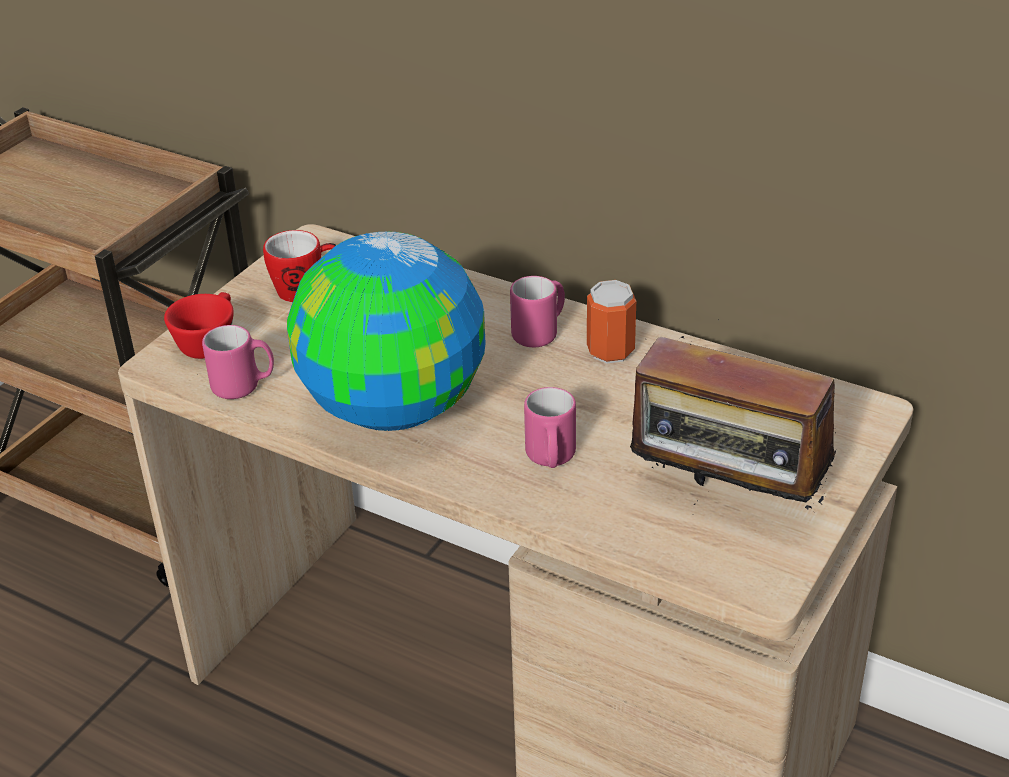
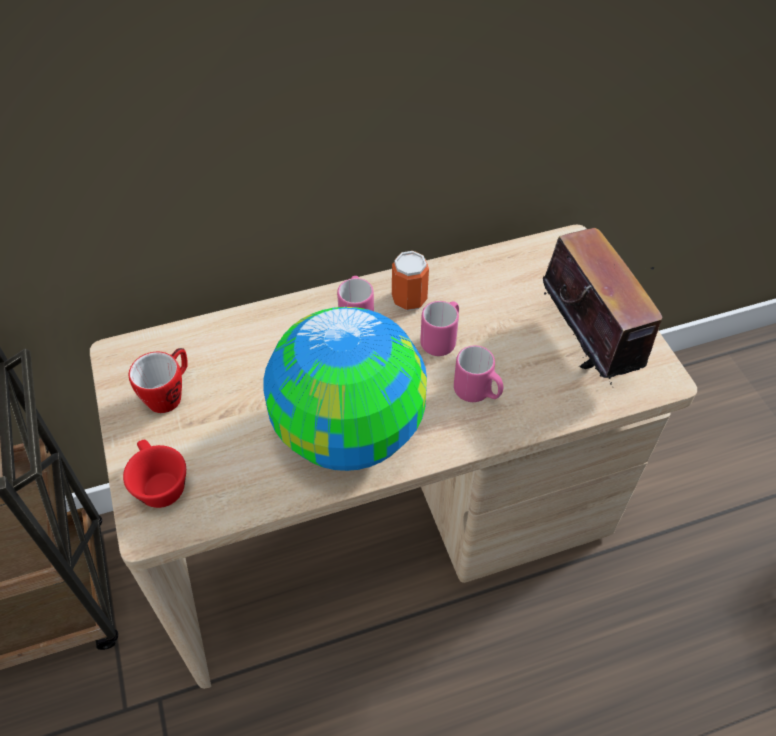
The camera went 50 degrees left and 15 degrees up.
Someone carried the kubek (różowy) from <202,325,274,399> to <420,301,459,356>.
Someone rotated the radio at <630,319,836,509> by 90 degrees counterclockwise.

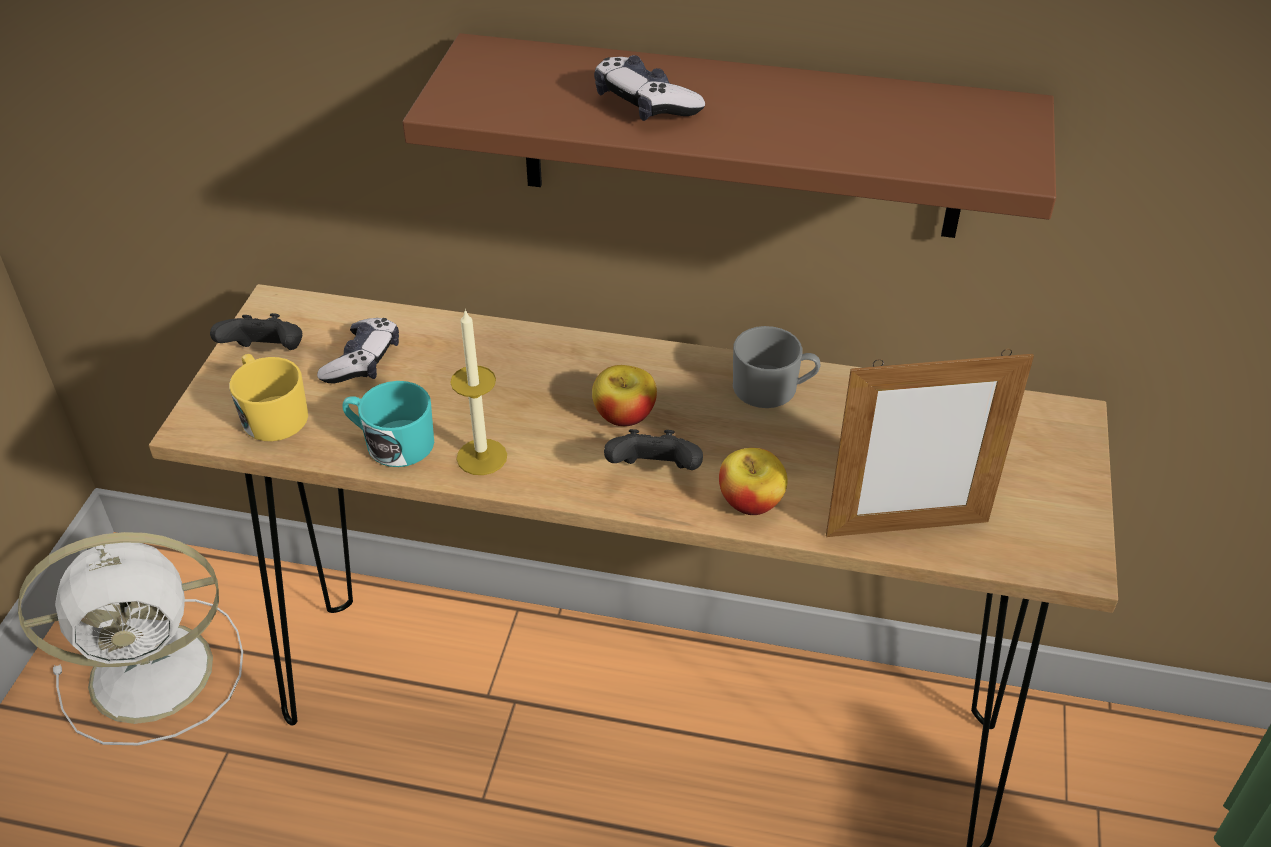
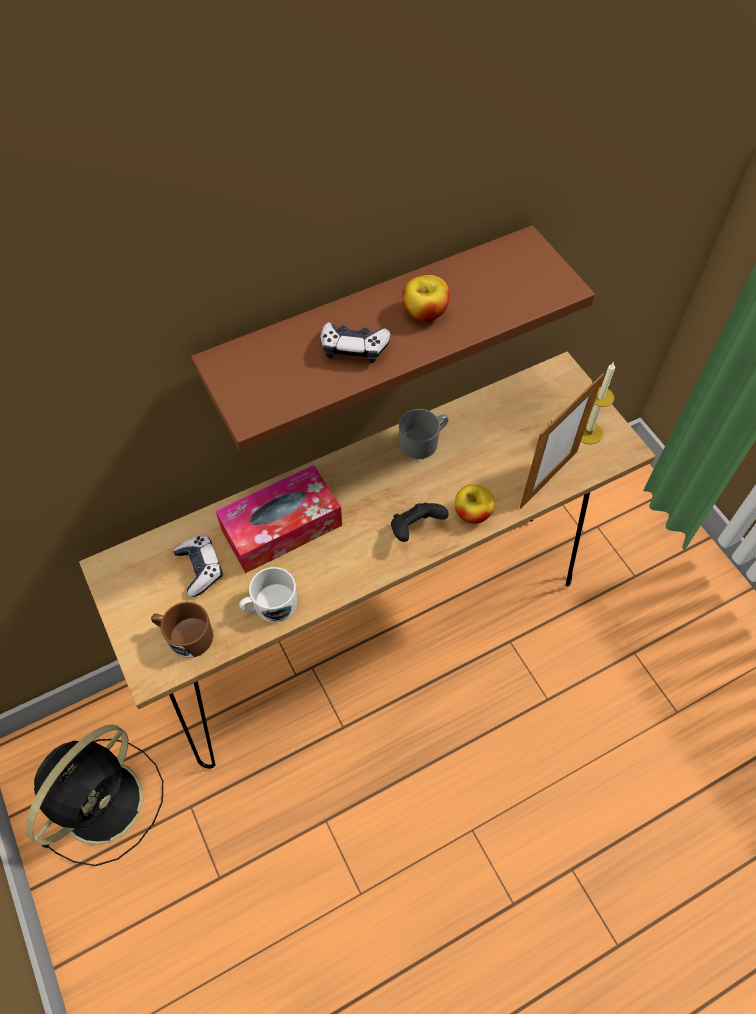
The camera went 40 degrees left and 15 degrees up.
Someone took away the pad do gier (czarny) at <210,313,302,350>.
Someone put down the pudełko chusteczek at <216,465,342,573>.
Someone carried the świeca from <450,309,507,475> to <581,362,615,445>.
Someone carried the jabłko from <592,365,657,426> to <402,275,449,322>.
Someone repainted the wentylator (biały) at <18,532,243,745>, which became the wentylator (czarny) at <26,725,163,866>.
Someone repainted the kubek (żółty) at <229,354,308,441>, which became the kubek (brązowy) at <151,602,213,658>.
Someone repainted the kubek (turkusowy) at <342,381,434,467>, which became the kubek (biały) at <239,567,297,622>.

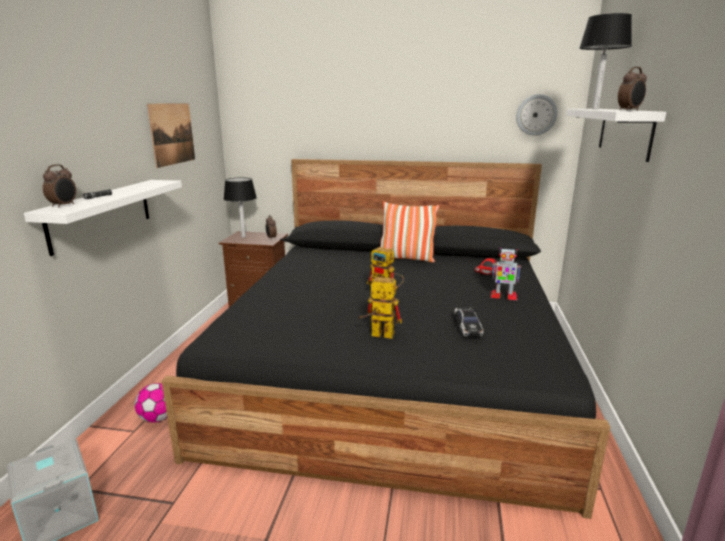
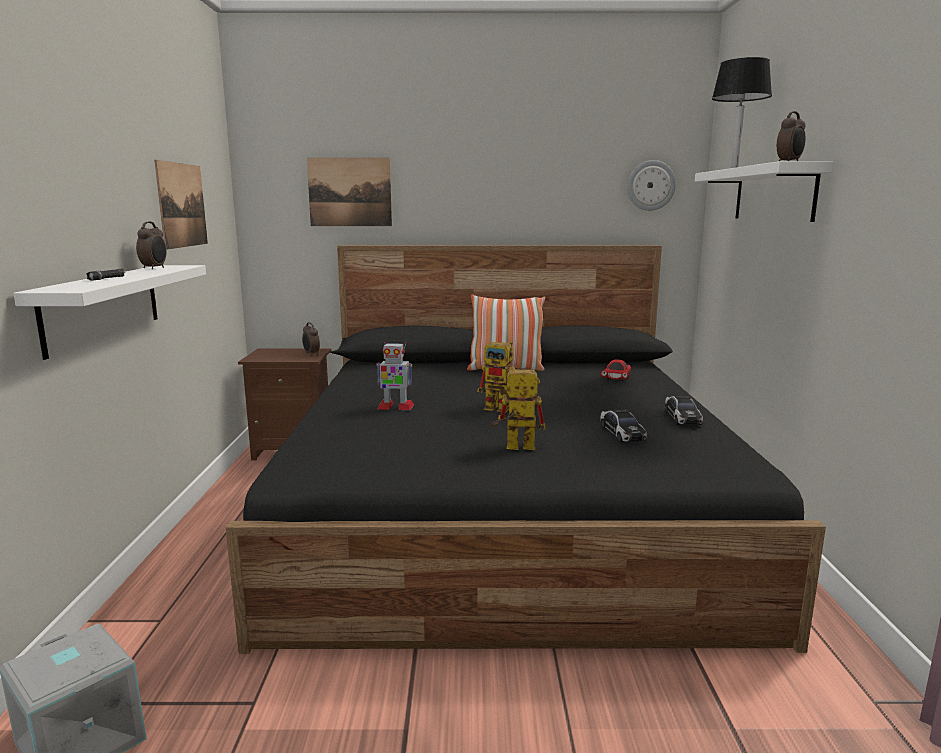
The camera went 10 degrees left and 5 degrees down.
Someone took away the piłka futbolowa at <135,383,167,422>.
Someone took away the lampa stołowa (czarny) at <224,178,257,238>.
Someone put up the obraz at <307,158,392,226>.
Someone put down the samochodzik at <665,396,703,425>.
Someone carried the budzik from <43,164,76,208> to <136,222,166,269>.
Someone carried the robot zabawkowy from <491,248,521,300> to <376,342,414,410>.

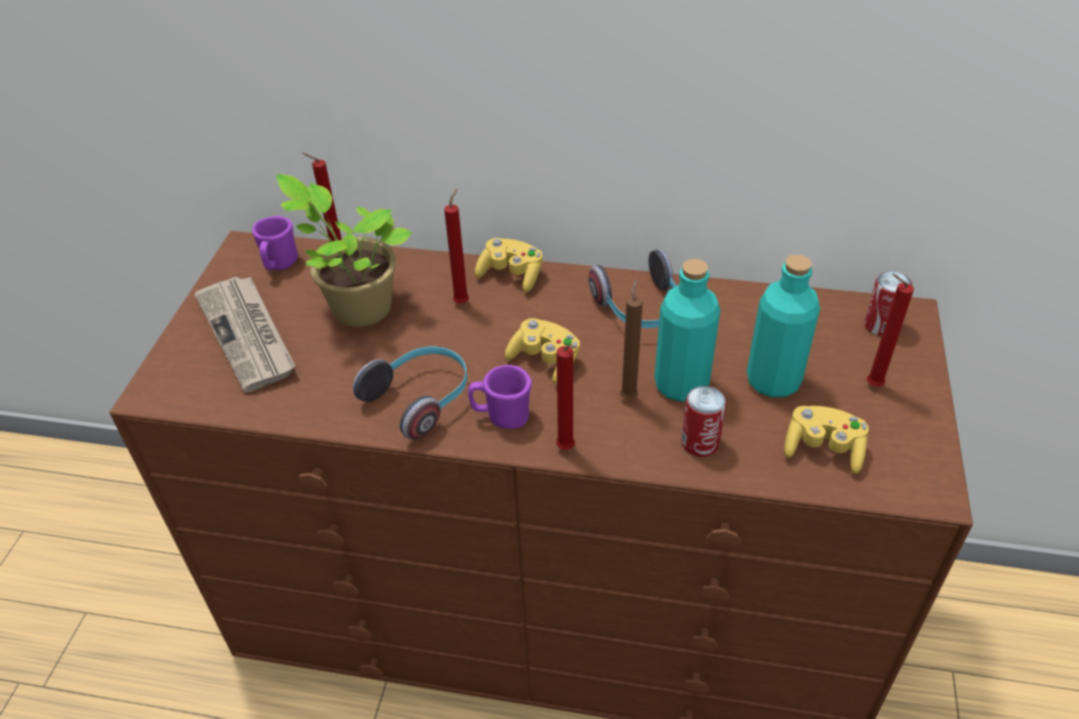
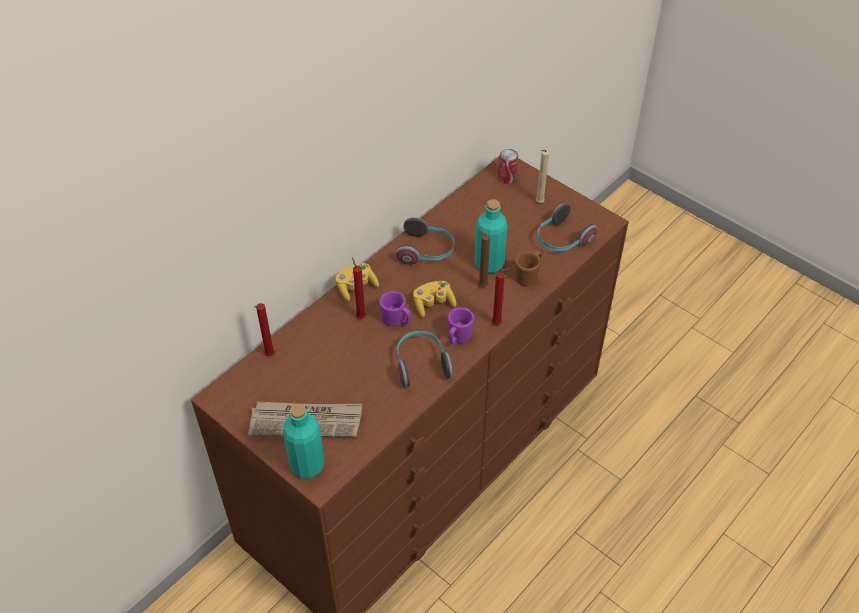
The camera went 60 degrees left and 5 degrees up.
Someone took away the roślina doniczkowa at <276,174,412,327>.
Someone carried the kubek (fioletowy) from <252,216,298,270> to <379,291,411,327>.
Someone carried the butelka (turkusowy) from <747,255,820,397> to <283,404,325,479>.
Someone swapped the puszka at <681,386,726,457> for the kubek (brązowy) at <515,251,542,287>.
Someone swapped the pad do gier (żółty) at <784,406,869,474> for the słuchawki at <537,203,598,251>.
Someone repainted the świeca (czerwony) at <867,274,914,386>, which became the świeca (beżowy) at <536,150,549,203>.

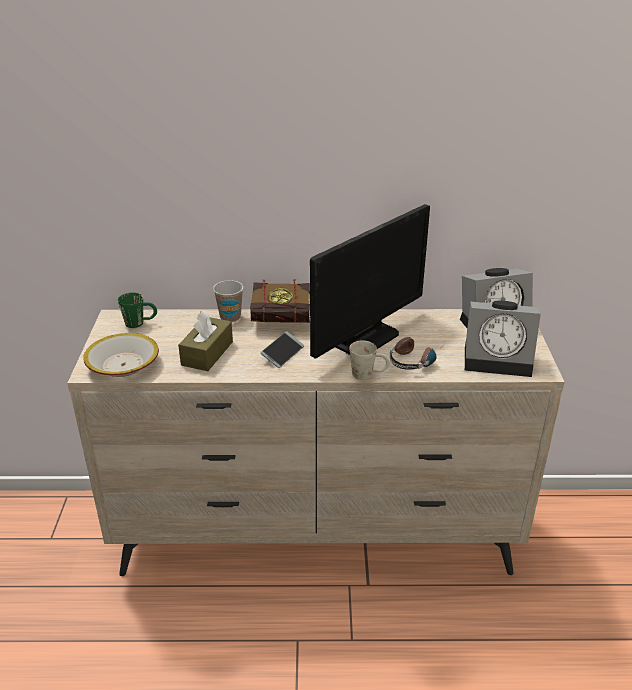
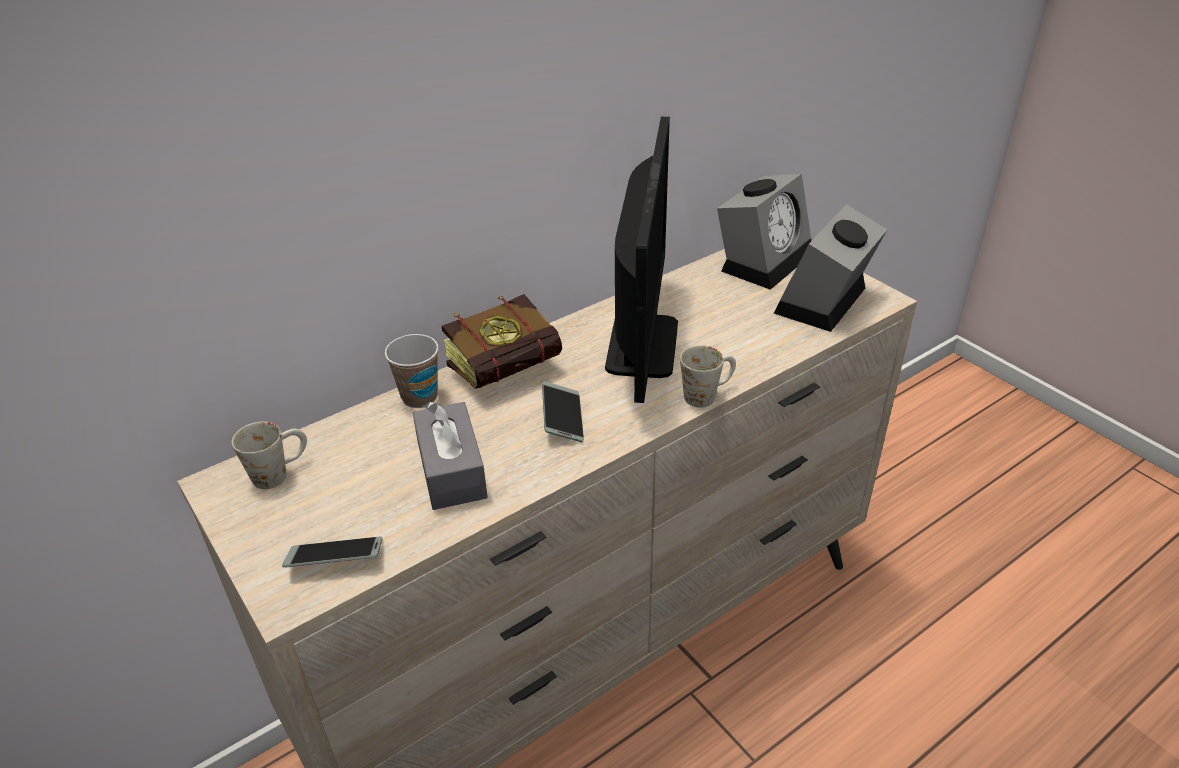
The camera went 35 degrees left and 5 degrees up.
Someone took away the słuchawki at <389,337,443,370>.
Someone swapped the miska at <83,333,159,377> for the telefon at <282,537,382,568>.
Someone repainted the kubek (zielony) at <118,292,157,328>, which became the kubek (biały) at <232,422,307,489>.
Someone repainted the pudełko chusteczek (brązowy) at <178,311,233,371>, which became the pudełko chusteczek (szary) at <413,402,488,510>.
Someone rotated the budzik at <465,301,541,377> by 150 degrees clockwise.

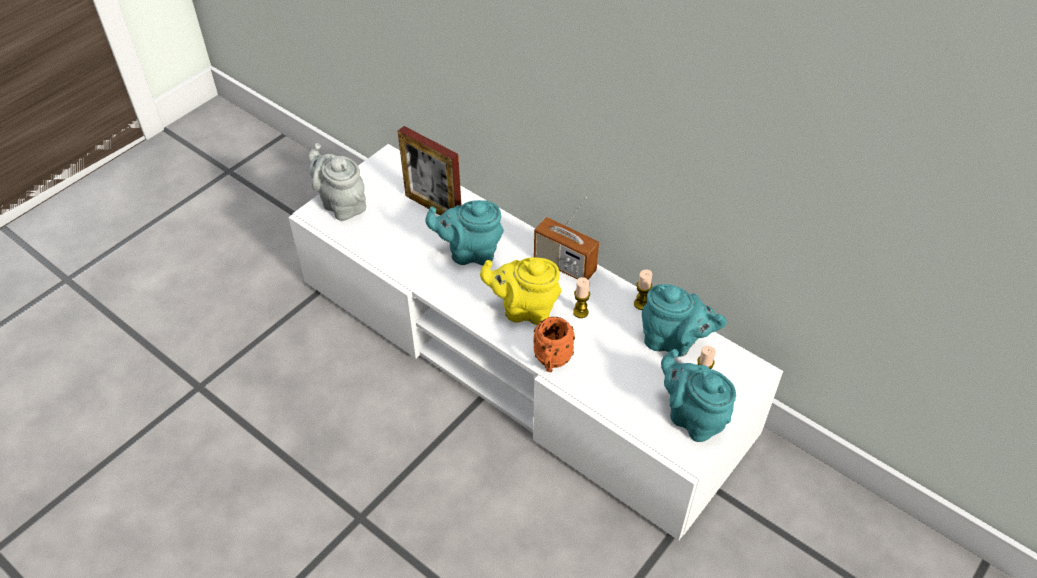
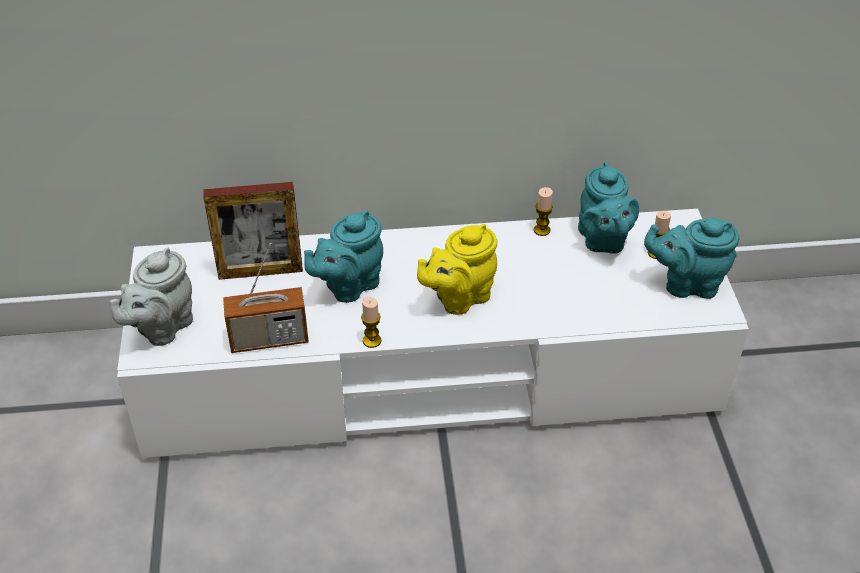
The camera went 45 degrees left and 5 degrees down.
Someone took away the kubek (pomarańczowy) at <533,317,575,372>.
Someone carried the radio from <534,197,599,280> to <223,243,309,353>.
Someone carried the świeca from <573,277,590,318> to <361,297,381,348>.
Someone rotated the imbryk (szary) at <309,143,366,221> by 60 degrees counterclockwise.
Someone rotated the imbryk (turkusowy) at <642,284,727,357> by 105 degrees clockwise.

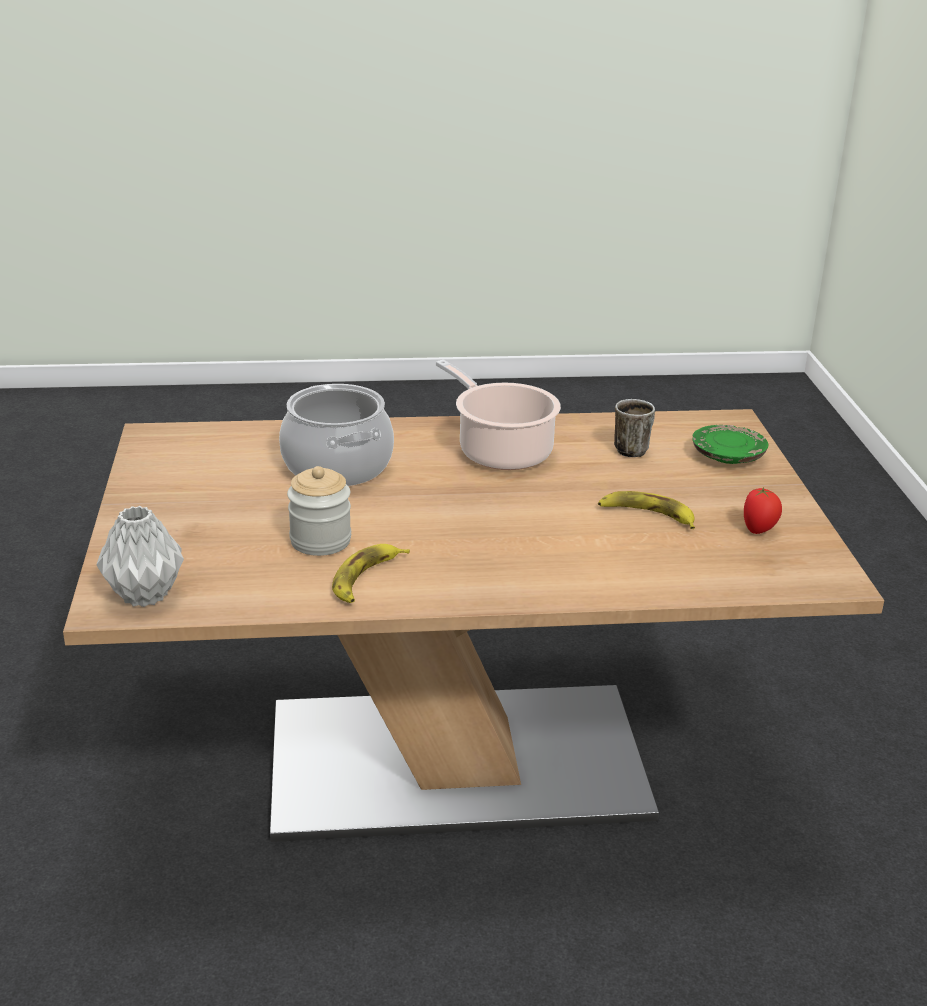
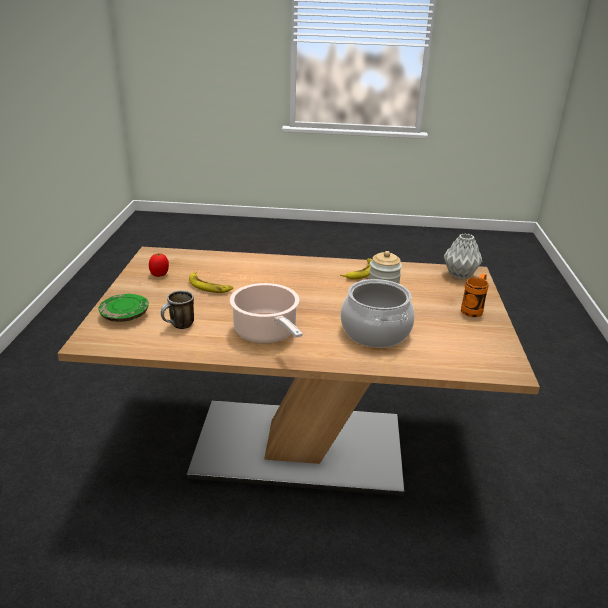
The camera went 170 degrees left and 0 degrees up.
Someone put down the kubek (pomarańczowy) at <461,273,489,317>.

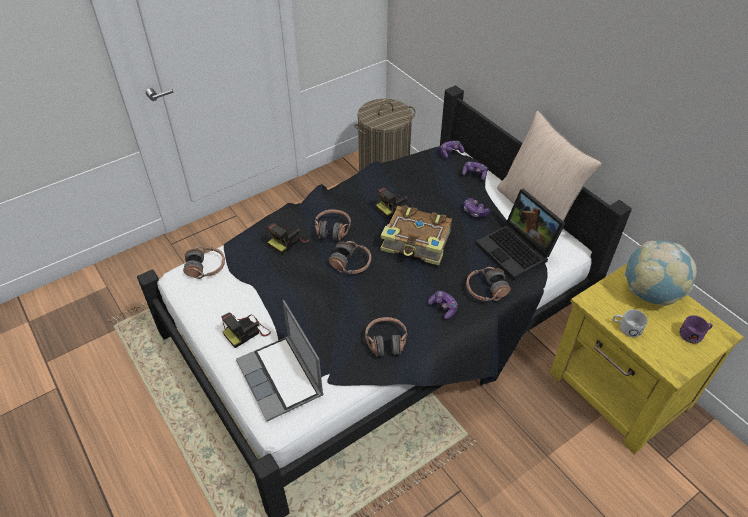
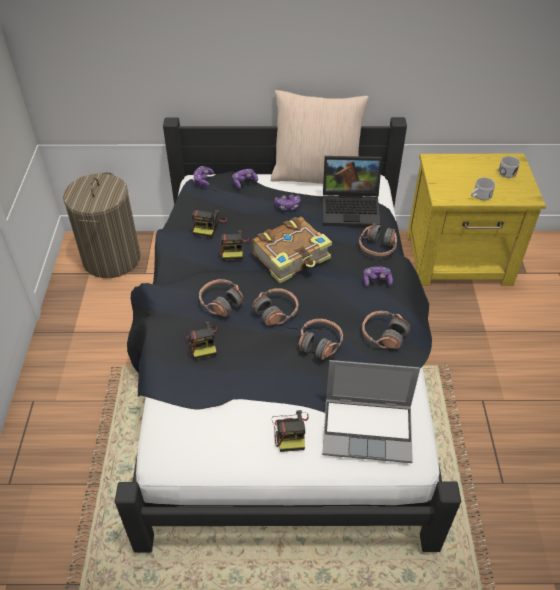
The camera went 55 degrees left and 0 degrees up.
Someone took away the globus at <625,241,697,306>.
Someone put down the aparat fotograficzny at <192,210,227,238>.
Someone carried the słuchawki from <183,246,225,279> to <299,319,343,360>.
Someone repainted the kubek (fioletowy) at <679,315,713,343>, which became the kubek (biały) at <498,156,520,178>.

